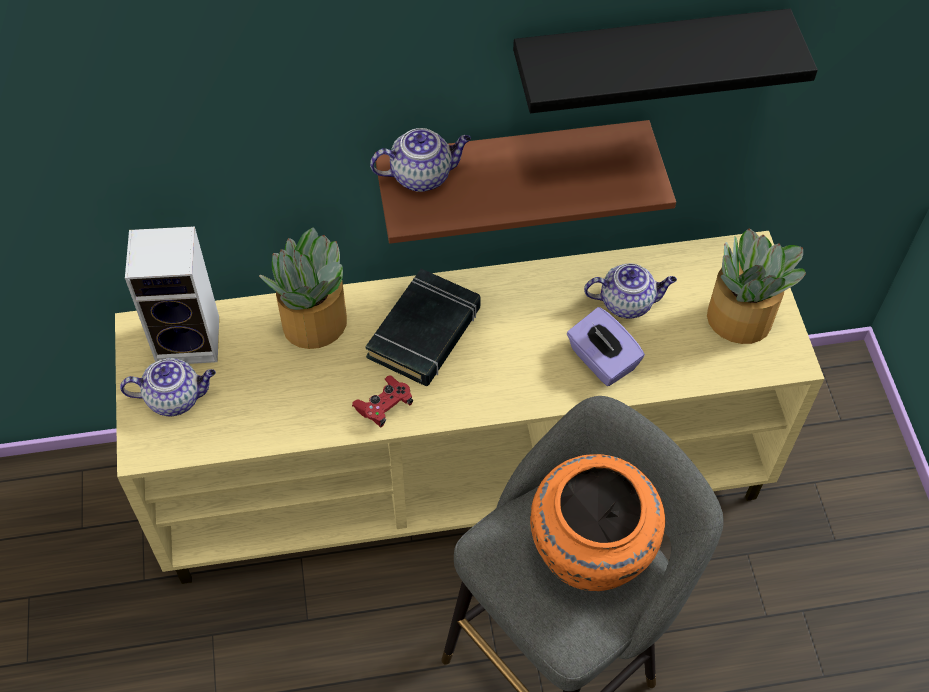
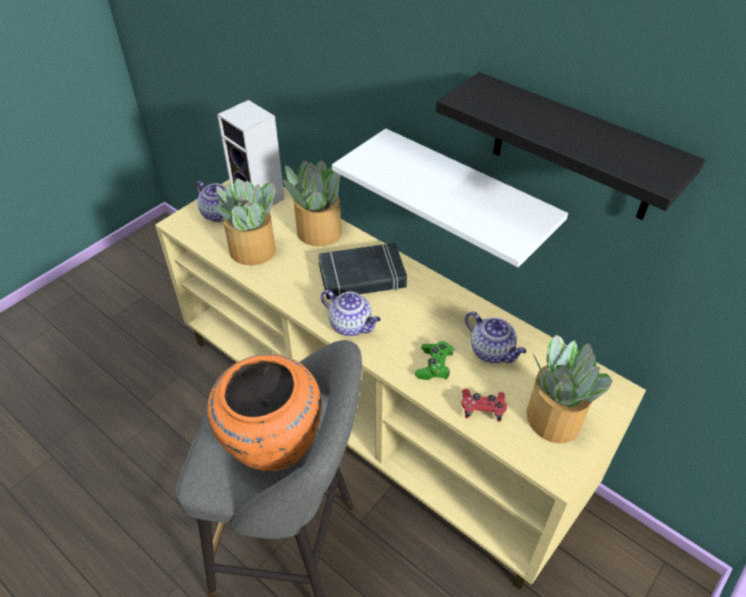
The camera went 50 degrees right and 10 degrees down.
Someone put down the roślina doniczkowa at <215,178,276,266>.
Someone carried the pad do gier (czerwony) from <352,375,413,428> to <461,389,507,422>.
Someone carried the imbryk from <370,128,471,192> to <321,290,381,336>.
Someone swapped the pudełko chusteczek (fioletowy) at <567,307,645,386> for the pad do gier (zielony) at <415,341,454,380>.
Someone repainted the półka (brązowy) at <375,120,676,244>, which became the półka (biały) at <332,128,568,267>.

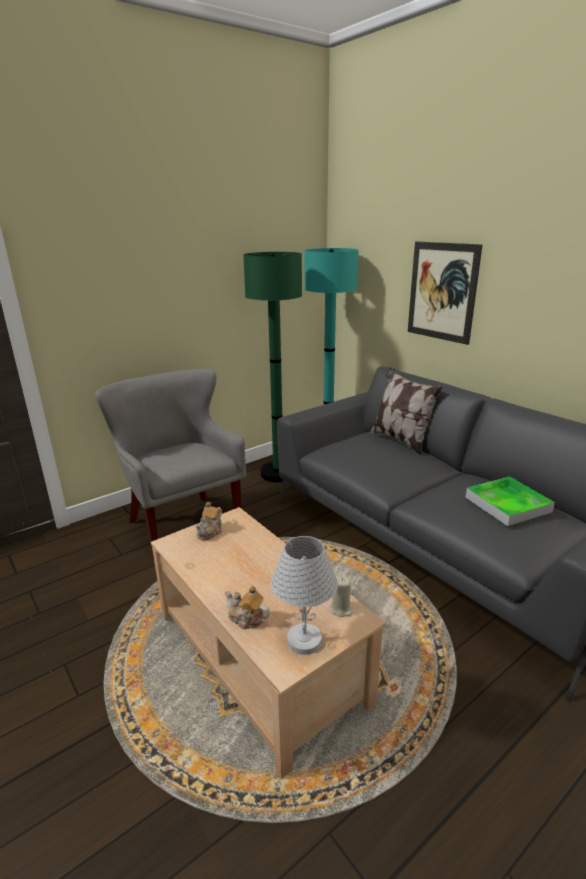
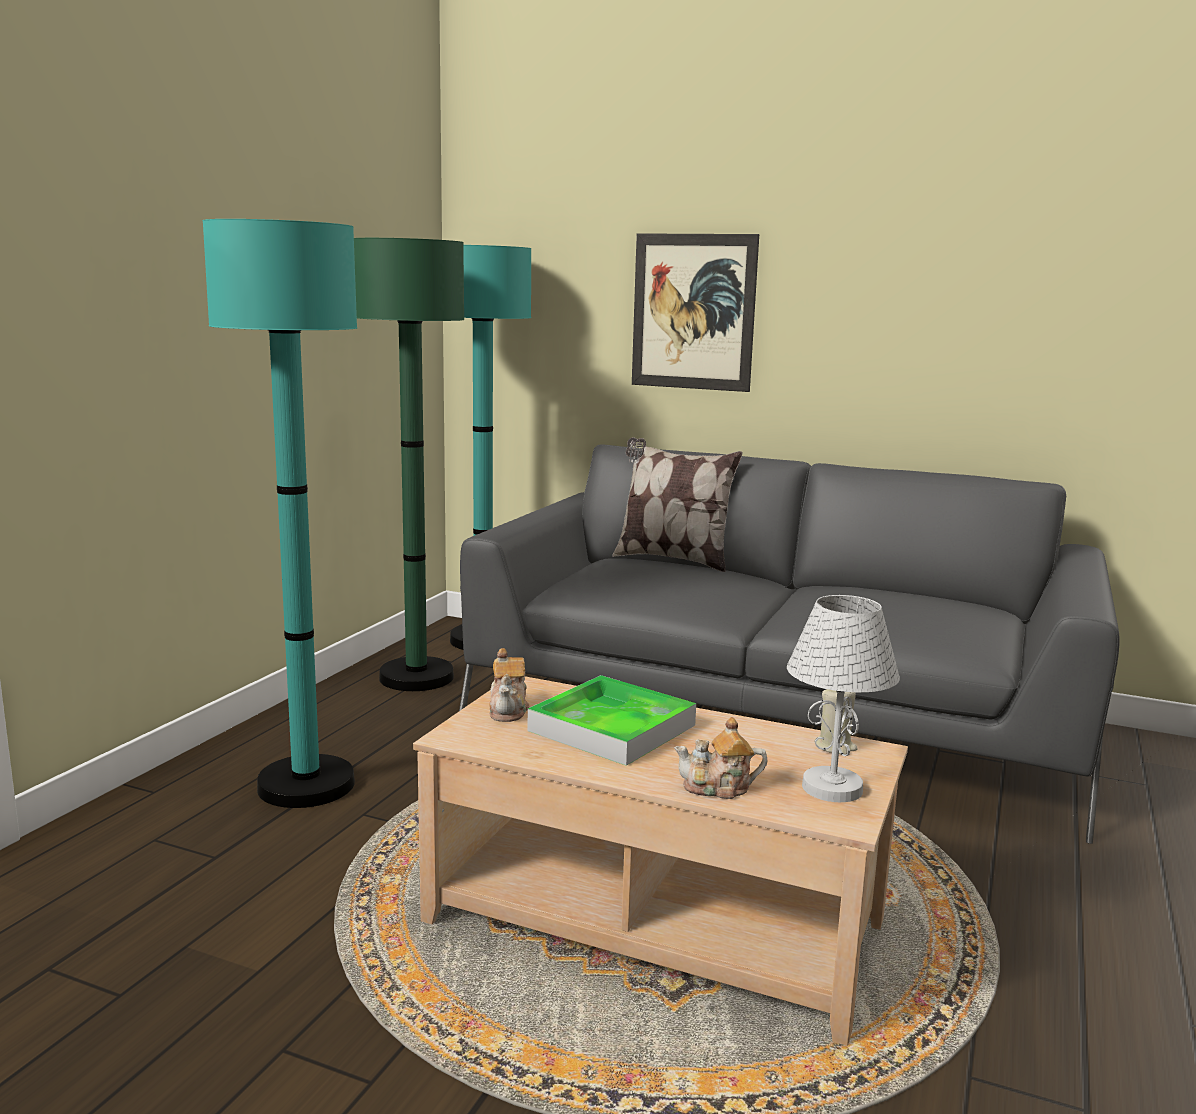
The camera went 30 degrees left and 10 degrees down.
Someone carried the taca from <465,476,555,526> to <528,675,696,766>.
Someone swapped the fotel (szary) at <95,369,246,557> for the lampa stojąca (turkusowy) at <202,219,357,808>.

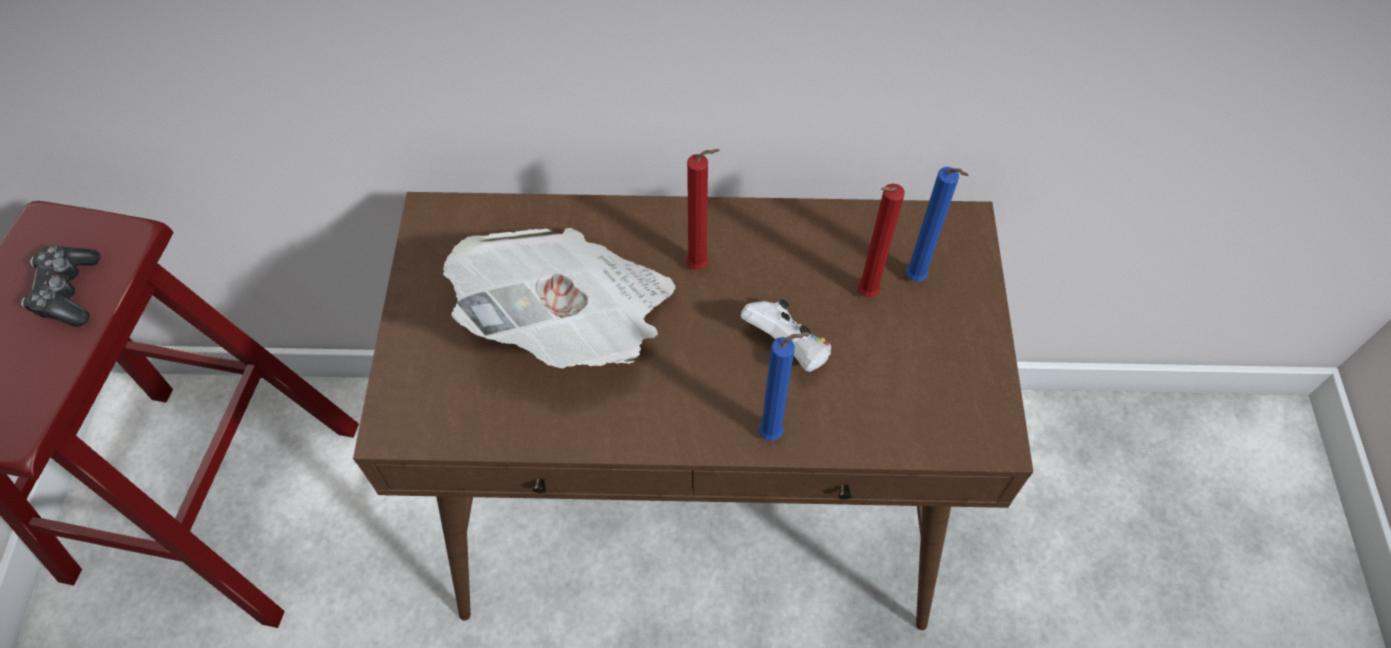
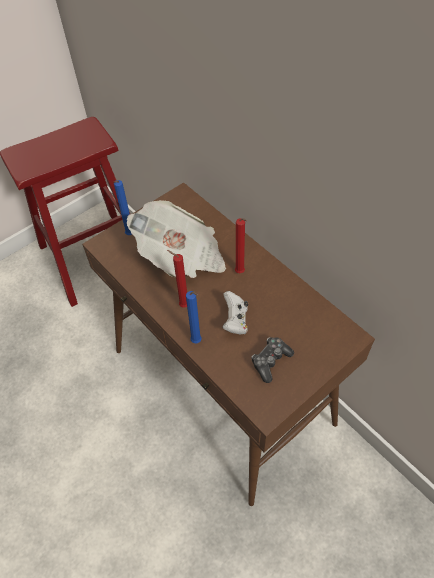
The camera went 50 degrees right and 5 degrees down.
Someone carried the pad do gier from <21,245,100,327> to <251,337,294,383>.
Someone carried the świeca (czerwony) from <858,183,905,297> to <167,250,187,308>.
Someone carried the świeca (niebieski) from <906,167,969,282> to <113,180,132,235>.

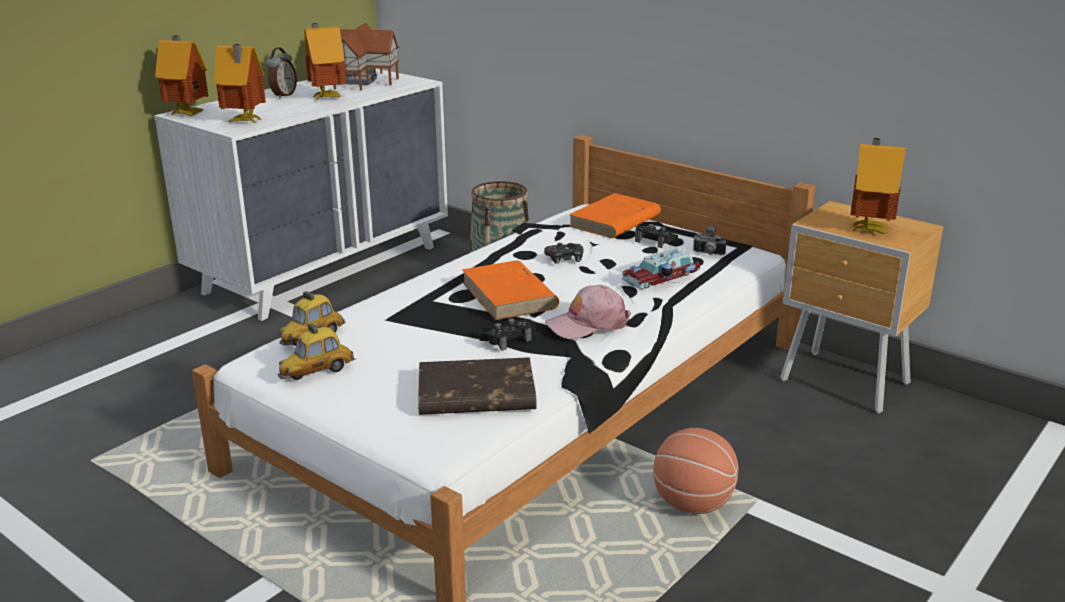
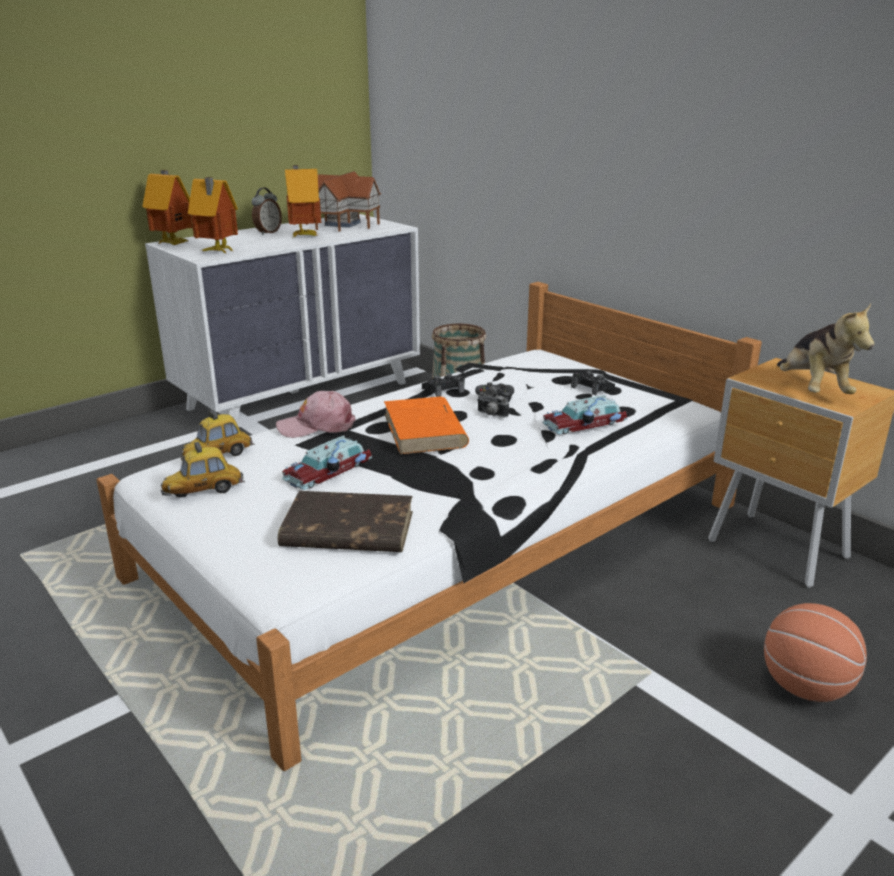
The camera went 10 degrees right and 0 degrees up.
Someone took away the książka (pomarańczowy) at <569,193,661,238>.
Someone put down the samochodzik at <282,435,372,490>.
Someone carried the pad do gier (czarny) from <479,319,532,351> to <422,373,464,397>.
Someone carried the czapka z daszkiem (różowy) from <545,285,631,339> to <276,391,355,438>.
Someone carried the piłka do koszykówki from <653,428,738,514> to <764,603,867,702>.
Someone carried the aparat fotograficzny from <693,226,726,255> to <477,386,509,417>.
Someone swapped the domek at <850,138,906,234> for the pluszak at <777,304,874,394>.

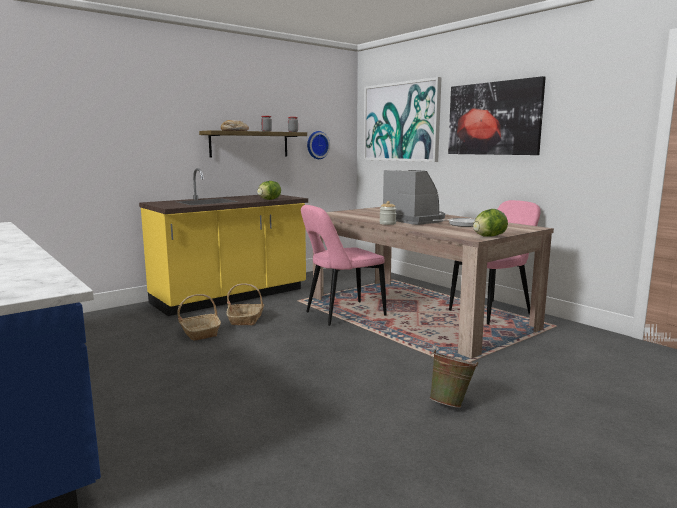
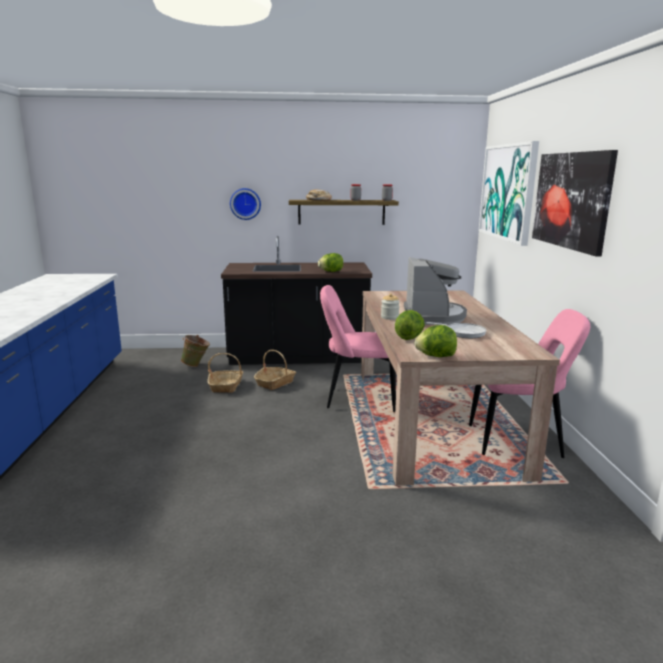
The camera went 35 degrees right and 5 degrees up.
Someone put down the sałata at <395,310,425,340>.
Someone carried the zegar ścienny from <307,131,330,159> to <230,188,261,220>.
Someone carried the wiadro (zielony) from <430,350,478,408> to <181,335,210,367>.
Someone repainted the zabudowa kuchenna (żółty) at <139,168,308,316>, which became the zabudowa kuchenna (czarny) at <221,236,372,365>.

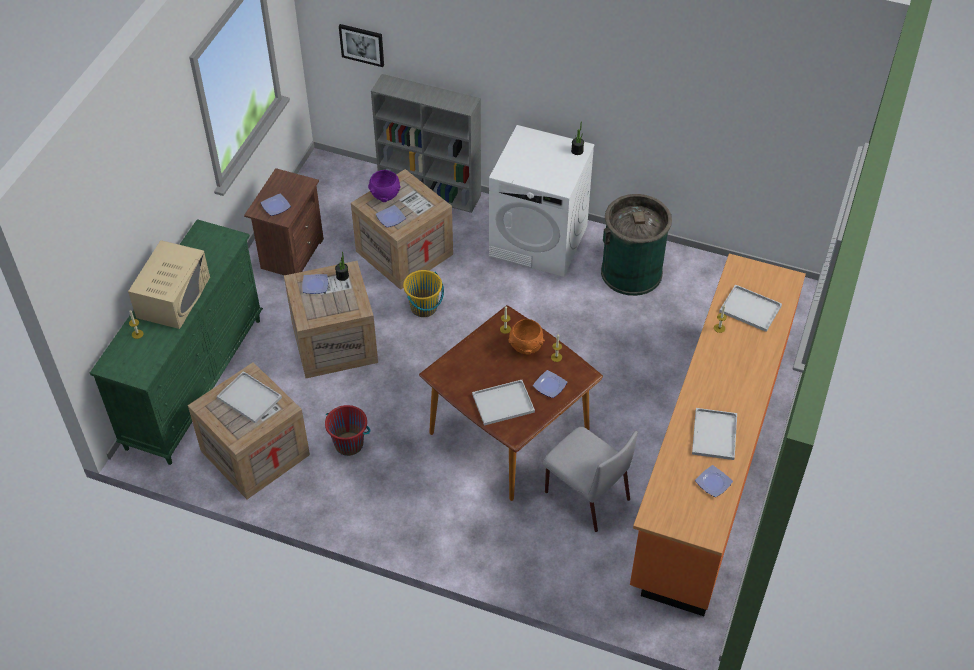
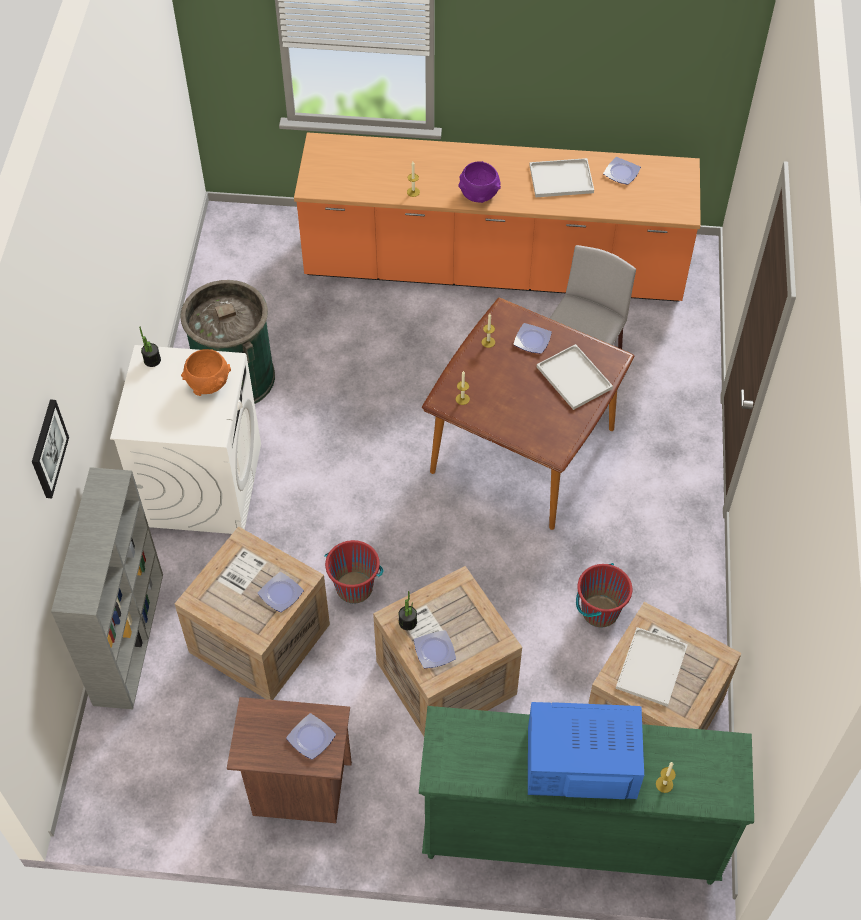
The camera went 105 degrees left and 5 degrees up.
Someone took away the taca (biały) at <719,284,782,332>.
Someone carried the obraz from <339,24,384,67> to <32,399,69,498>.
Someone carried the miska (fioletowy) from <368,170,401,202> to <458,161,501,203>.
Someone carried the miska (pomarańczowy) from <508,319,545,355> to <181,349,231,396>.
Someone repainted the mikrofalówka (beżowy) at <128,240,210,329>, which became the mikrofalówka (niebieski) at <528,702,644,799>.
Someone repainted the wiadro (żółty) at <403,270,444,317>, which became the wiadro (czerwony) at <324,540,383,604>.

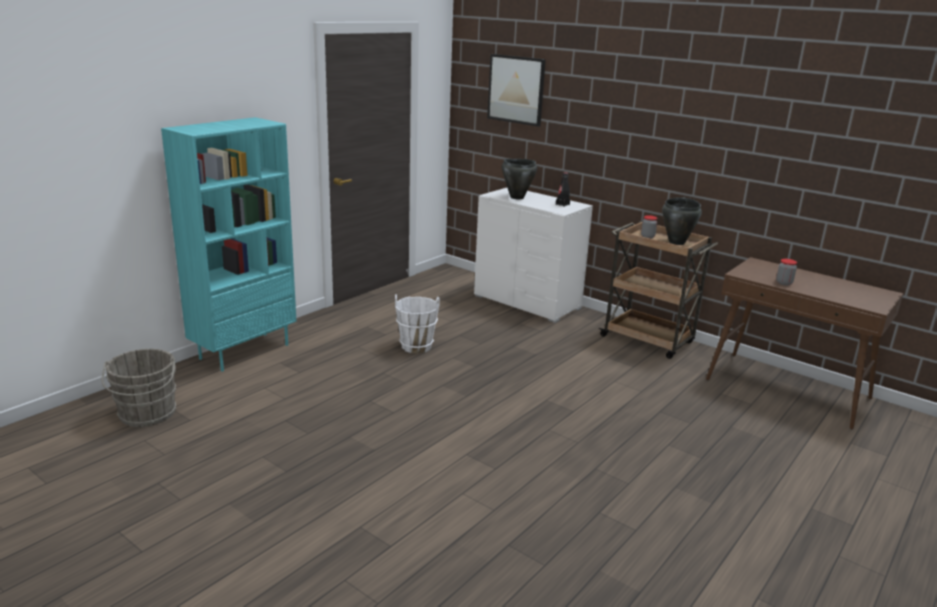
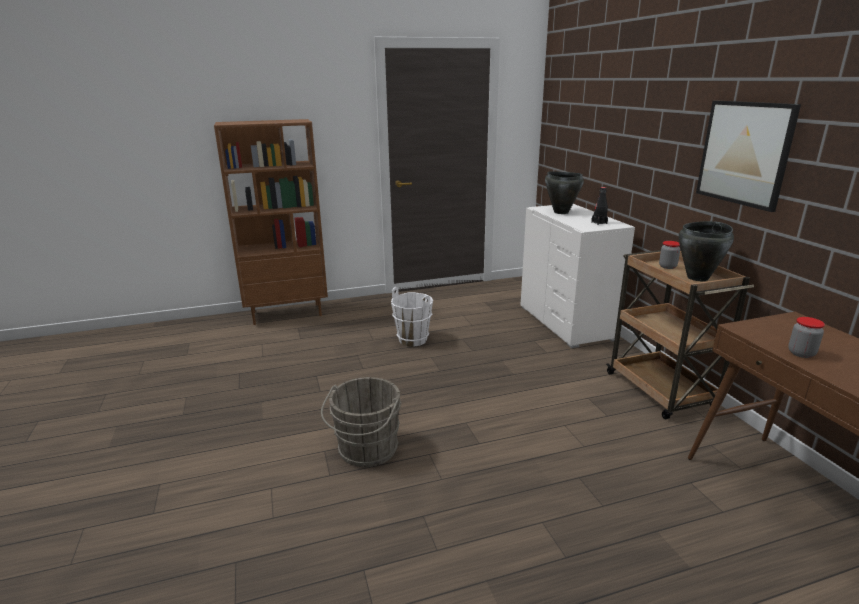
The camera went 35 degrees right and 0 degrees up.
Someone carried the wiadro (szary) from <102,349,176,427> to <321,377,401,467>.
Someone carried the obraz from <487,54,546,127> to <696,100,801,212>.
Someone repainted the regał (turkusowy) at <161,117,297,372>, which became the regał (brązowy) at <214,119,328,325>.

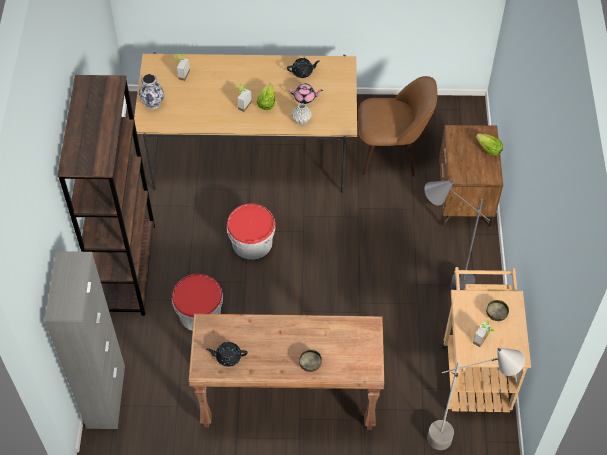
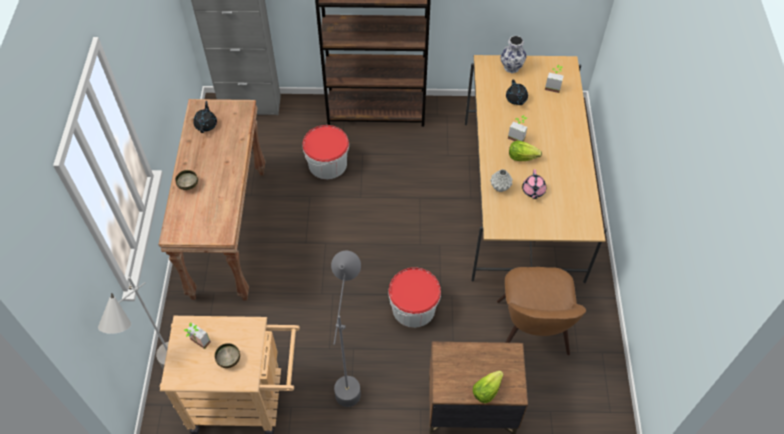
The camera went 90 degrees right and 0 degrees up.
Someone carried the wiadro from <227,204,275,260> to <388,267,441,328>.
Someone carried the imbryk (czarny) from <287,58,320,78> to <506,80,528,105>.

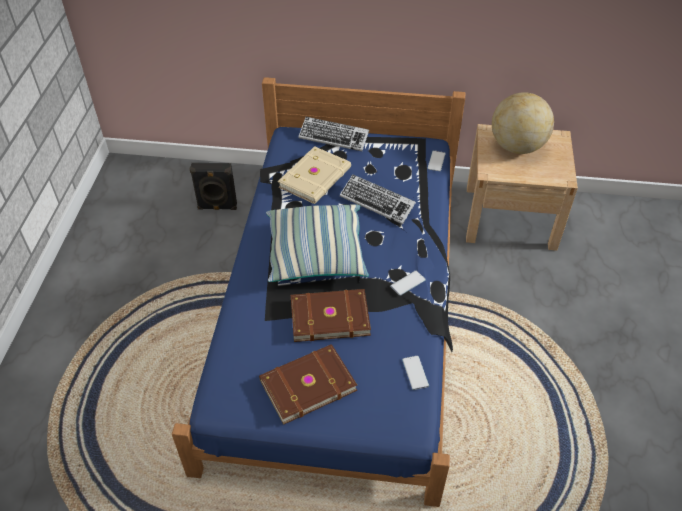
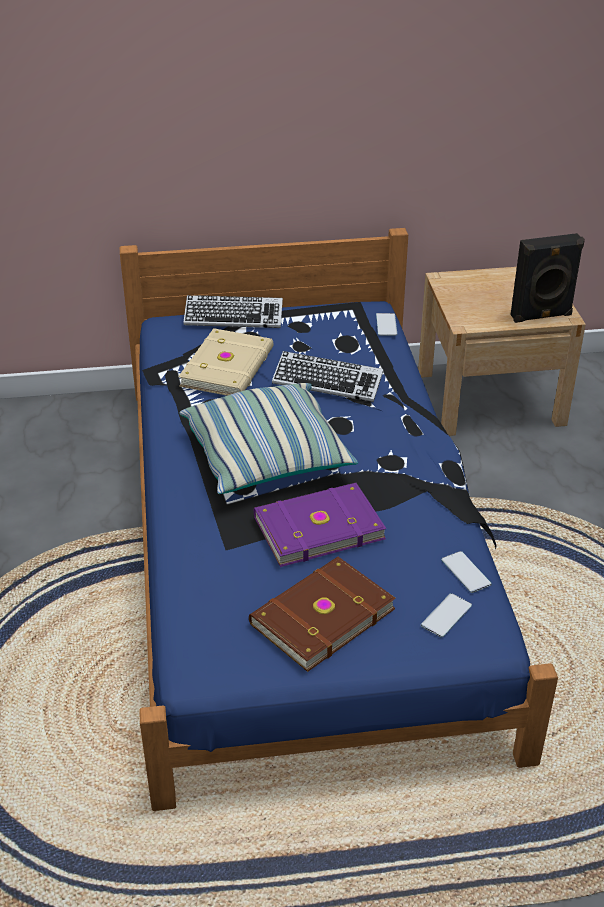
The camera went 15 degrees left and 10 degrees down.
Someone took away the globus at <492,92,554,154>.
Someone carried the głośnik (czarny) from <190,163,237,210> to <510,233,585,323>.
Someone carried the telefon from <390,270,426,296> to <421,593,472,638>.
Someone repainted the książka (brązowy) at <291,289,371,342>, which became the książka (fioletowy) at <254,483,387,567>.

